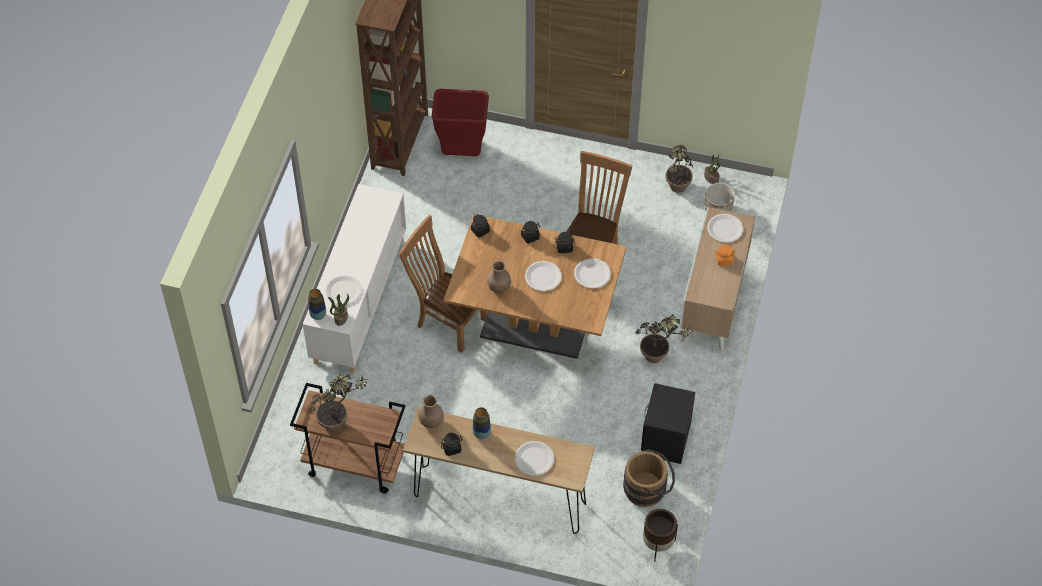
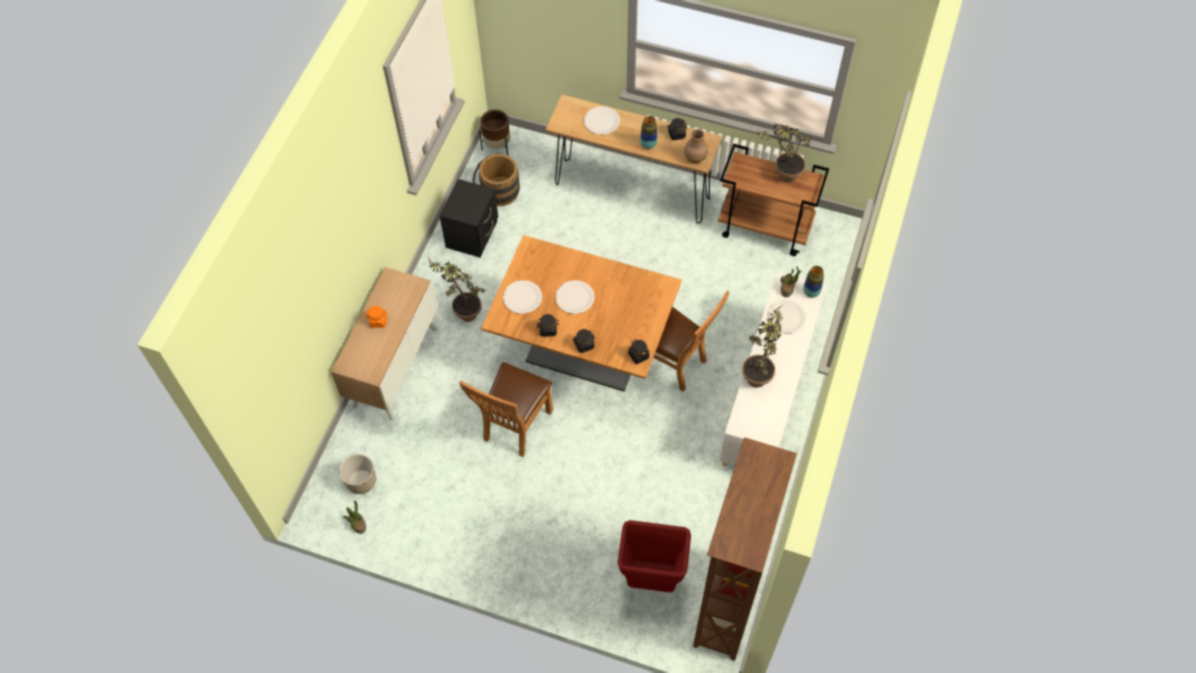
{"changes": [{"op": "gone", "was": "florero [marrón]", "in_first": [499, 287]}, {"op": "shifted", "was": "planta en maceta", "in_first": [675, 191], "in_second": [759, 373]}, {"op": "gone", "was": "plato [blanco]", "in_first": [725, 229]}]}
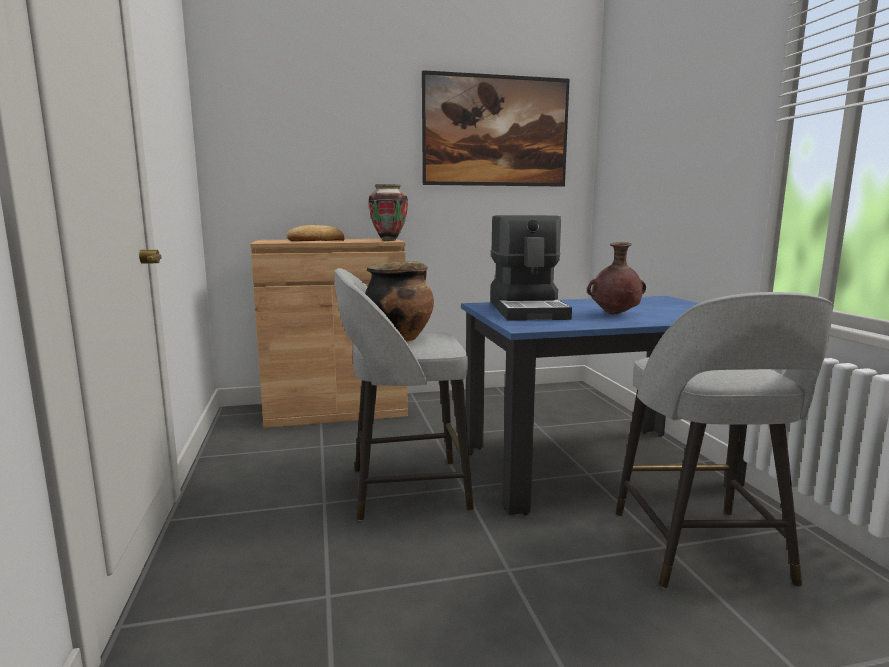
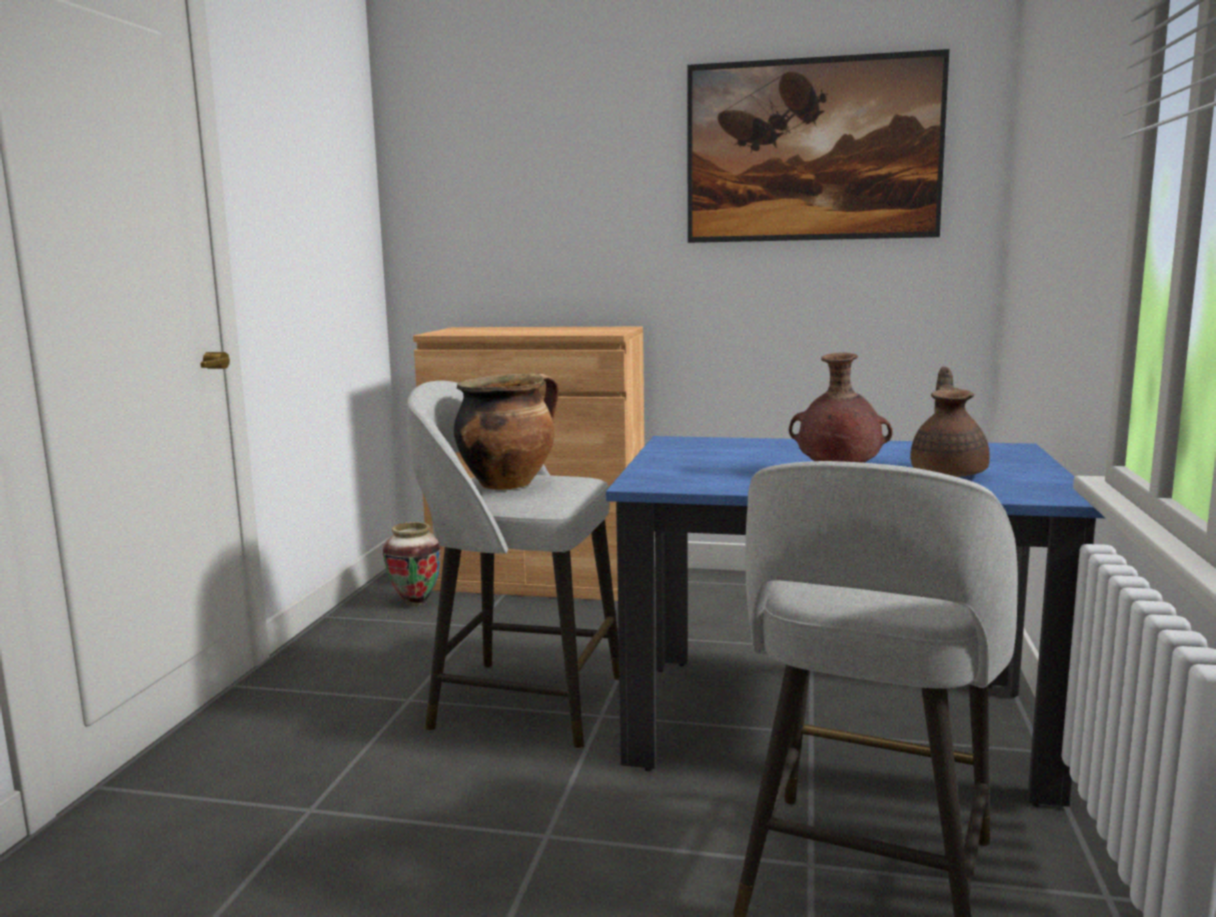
{"changes": [{"op": "gone", "was": "pan", "in_first": [316, 241]}, {"op": "shifted", "was": "florero", "in_first": [389, 240], "in_second": [416, 603]}, {"op": "gone", "was": "cafetera", "in_first": [528, 310]}, {"op": "new", "now": "tetera [marrón]", "in_second": [948, 473]}]}
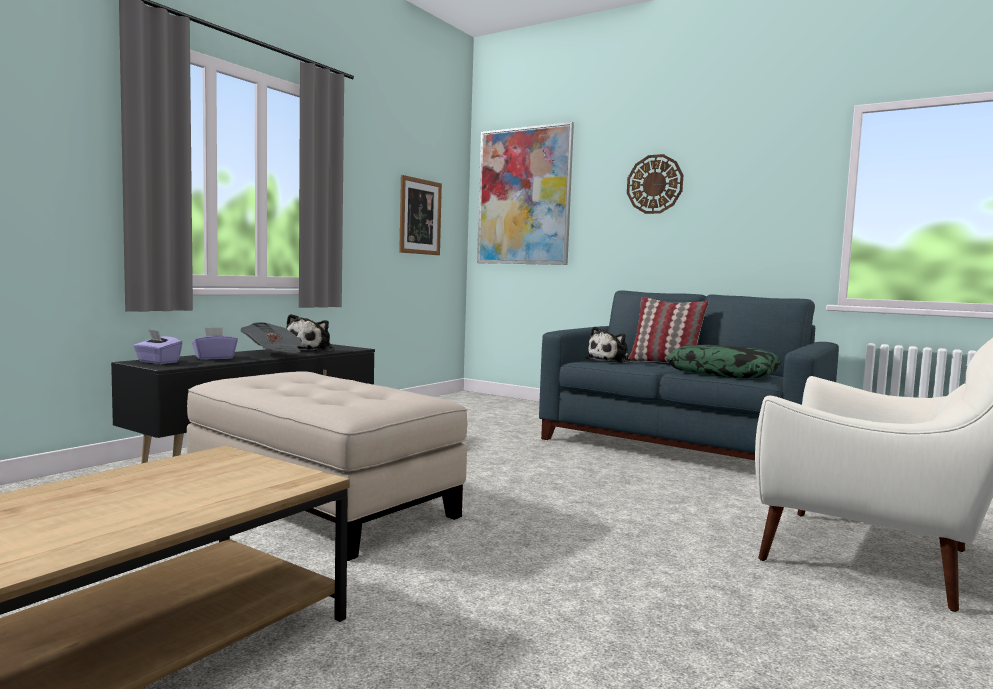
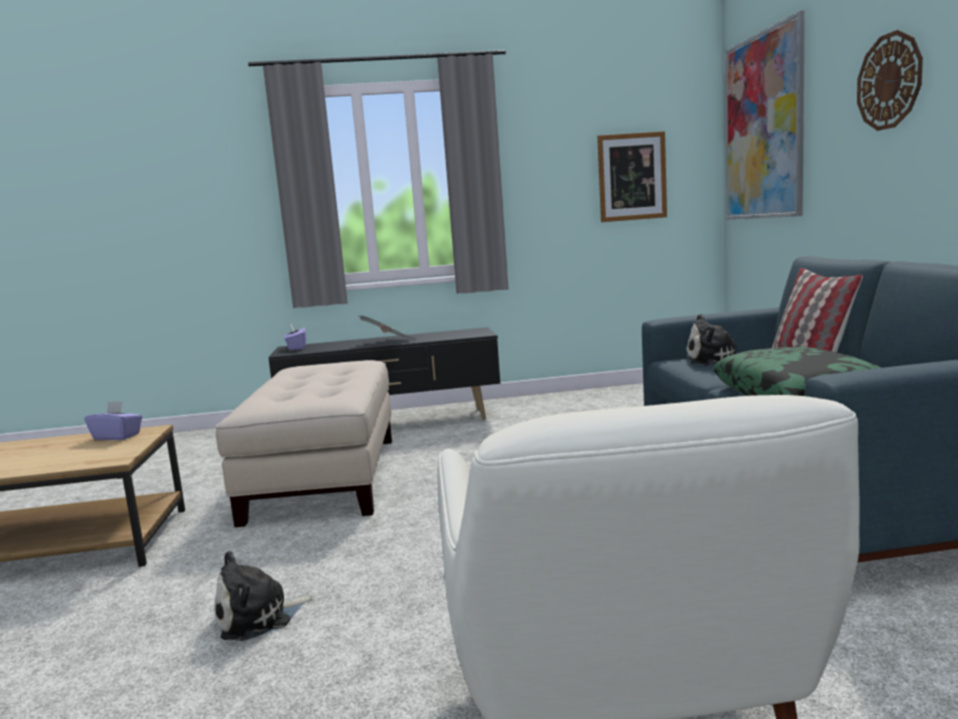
{"changes": [{"op": "shifted", "was": "caja de pañuelos [morado]", "in_first": [214, 358], "in_second": [117, 436]}, {"op": "shifted", "was": "peluche", "in_first": [311, 350], "in_second": [259, 617]}]}
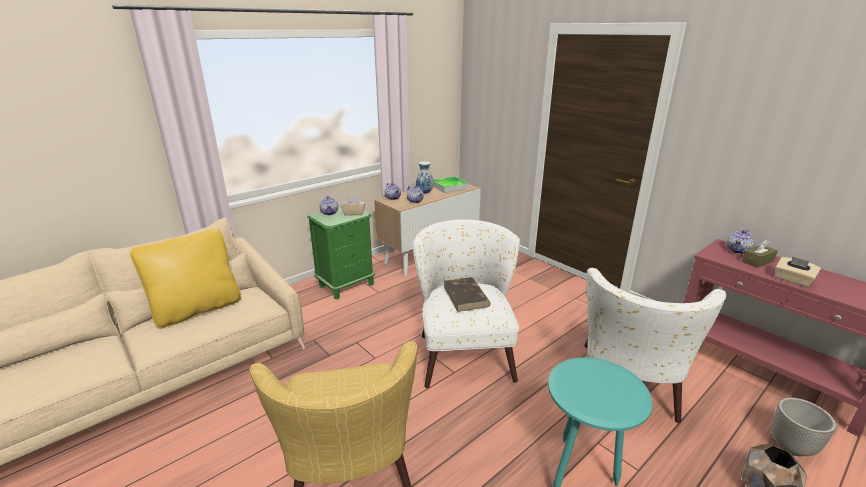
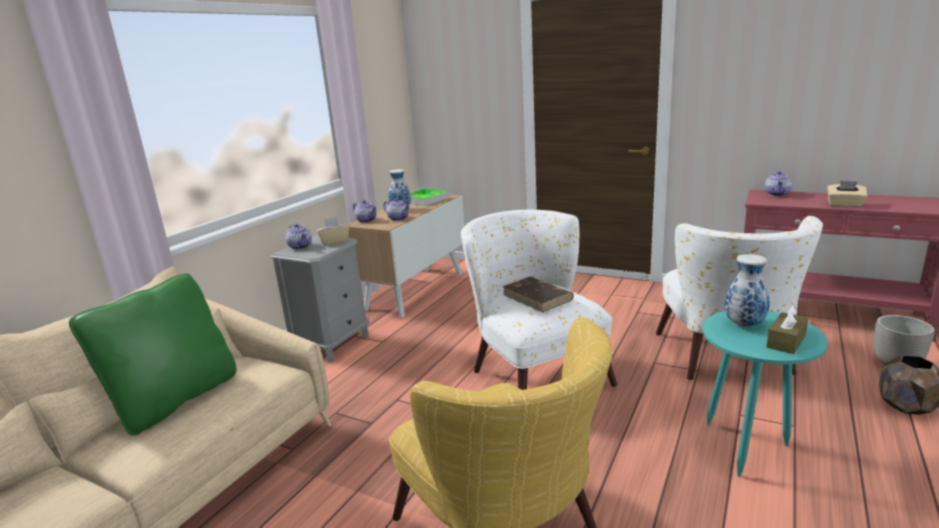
{"changes": [{"op": "repainted", "was": "cojín [amarillo]", "now": "cojín [verde]", "in_first": [197, 309], "in_second": [176, 399]}, {"op": "repainted", "was": "mesita de noche [verde]", "now": "mesita de noche [gris]", "in_first": [346, 285], "in_second": [332, 344]}, {"op": "shifted", "was": "caja de pañuelos [marrón]", "in_first": [757, 261], "in_second": [786, 341]}, {"op": "new", "now": "florero", "in_second": [743, 324]}]}
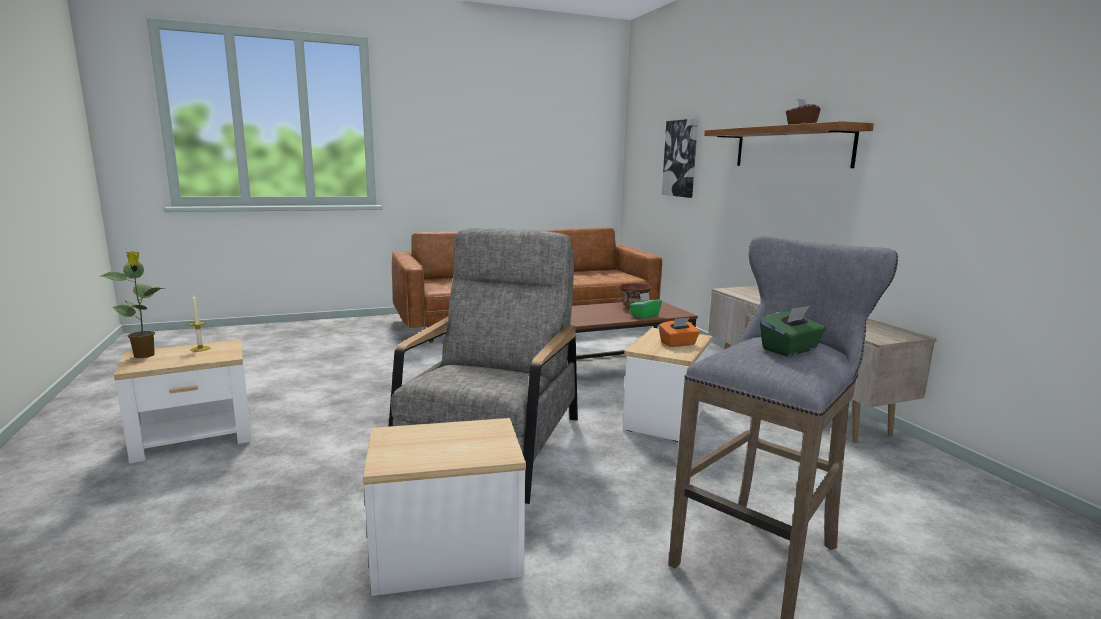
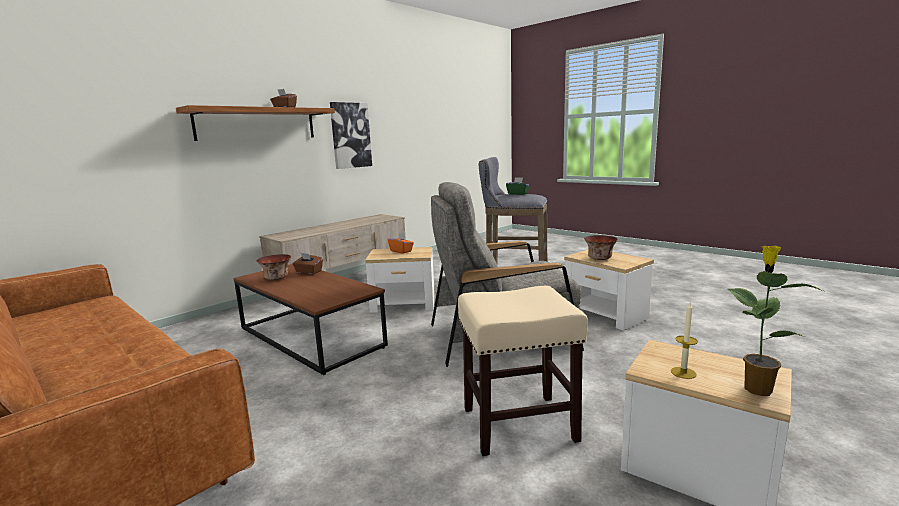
{"changes": [{"op": "repainted", "was": "caja de pañuelos [verde]", "now": "caja de pañuelos [marrón]", "in_first": [644, 315], "in_second": [308, 272]}, {"op": "shifted", "was": "cuadro", "in_first": [681, 158], "in_second": [350, 135]}, {"op": "new", "now": "taburete [beis]", "in_second": [517, 424]}, {"op": "new", "now": "cuenco", "in_second": [600, 259]}]}
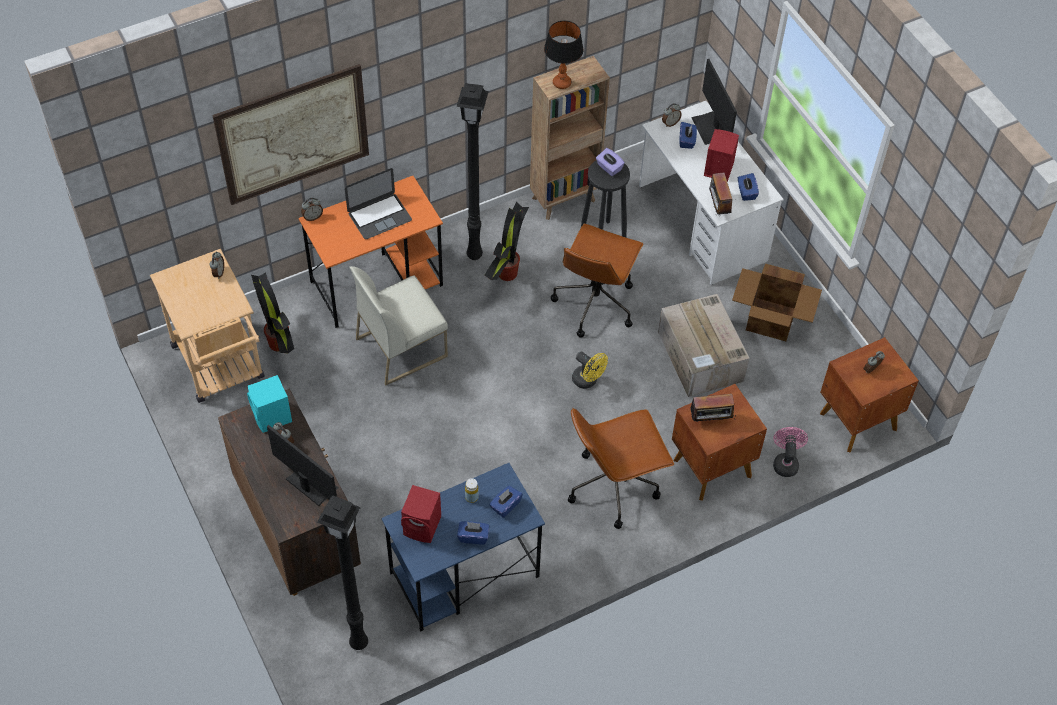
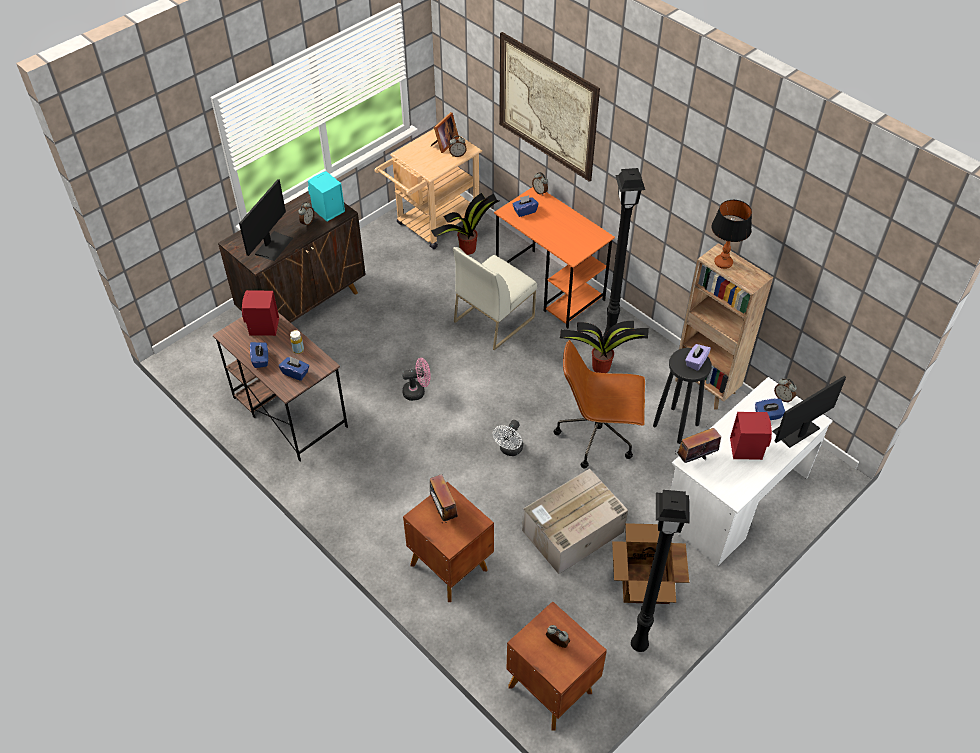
{"changes": [{"op": "shifted", "was": "lámpara de pie [negro]", "in_first": [360, 642], "in_second": [640, 646]}, {"op": "gone", "was": "portátil", "in_first": [379, 216]}, {"op": "rotated", "was": "silla [blanco]", "in_first": [401, 347], "in_second": [494, 319], "clockwise": -90}, {"op": "repainted", "was": "escritorio [azul]", "now": "escritorio [marrón]", "in_first": [463, 575], "in_second": [289, 411]}, {"op": "gone", "was": "silla de oficina [marrón]", "in_first": [614, 486]}, {"op": "repainted", "was": "ventilador [amarillo]", "now": "ventilador [blanco]", "in_first": [588, 381], "in_second": [509, 450]}, {"op": "shifted", "was": "caja de pañuelos [azul]", "in_first": [746, 192], "in_second": [525, 211]}, {"op": "shifted", "was": "ventilador [rosa]", "in_first": [785, 462], "in_second": [417, 391]}, {"op": "new", "now": "portarretratos", "in_second": [444, 144]}]}
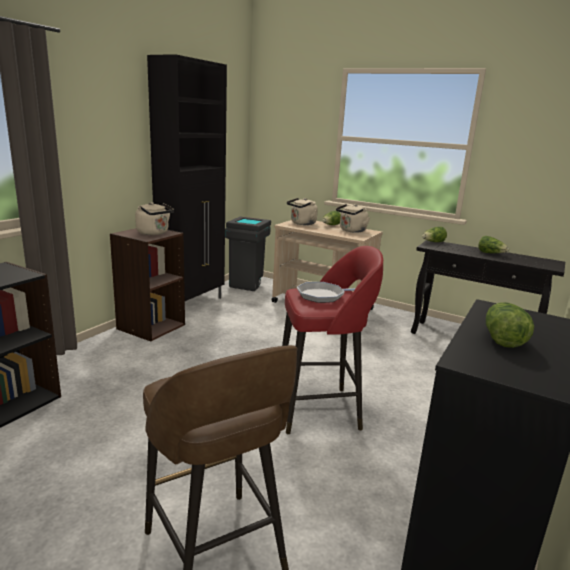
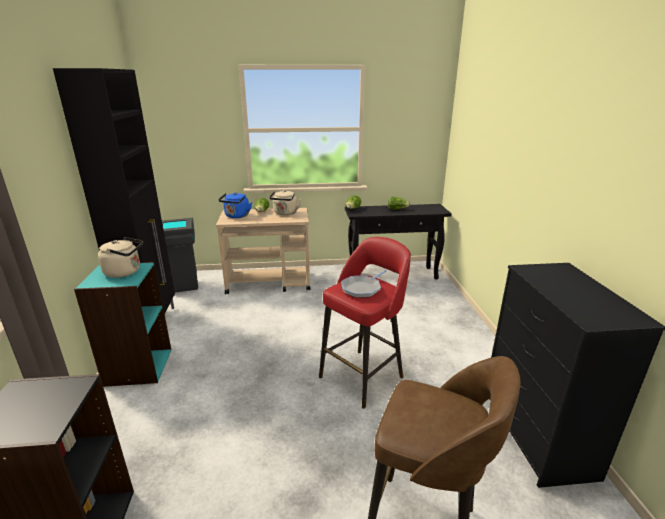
{"changes": [{"op": "repainted", "was": "estantería [marrón]", "now": "estantería [turquesa]", "in_first": [150, 326], "in_second": [138, 367]}, {"op": "repainted", "was": "hervidor [beis]", "now": "hervidor [azul]", "in_first": [302, 223], "in_second": [236, 216]}, {"op": "gone", "was": "lechuga", "in_first": [502, 338]}]}
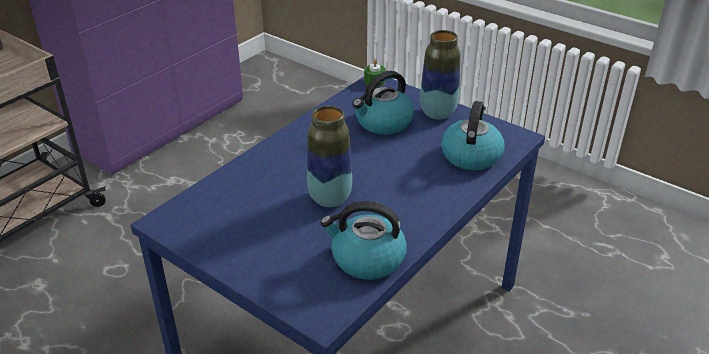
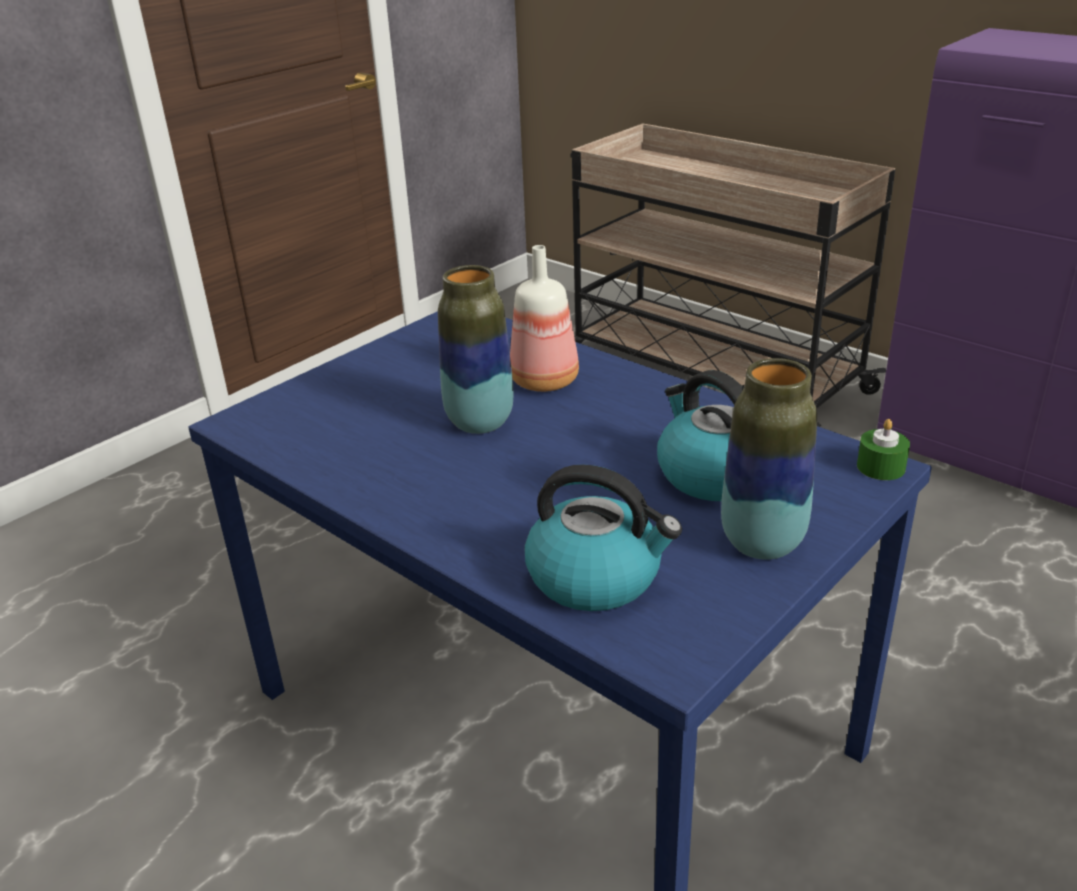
{"changes": [{"op": "gone", "was": "hervidor", "in_first": [366, 259]}, {"op": "new", "now": "botella", "in_second": [544, 380]}]}
